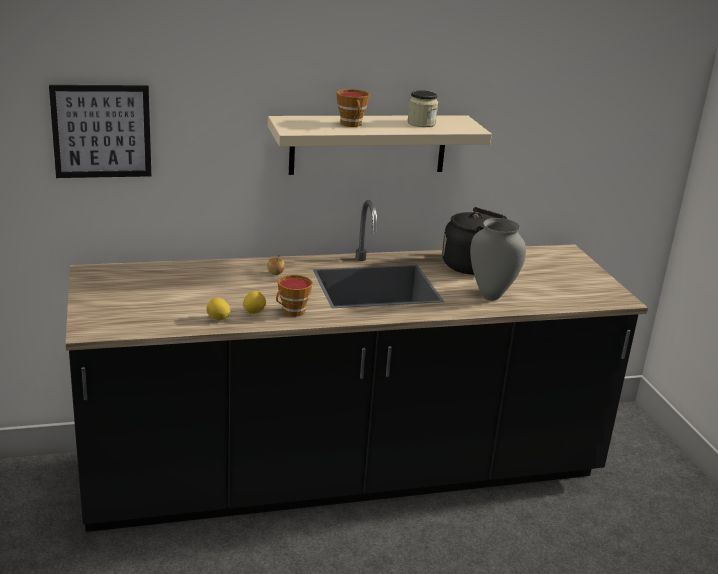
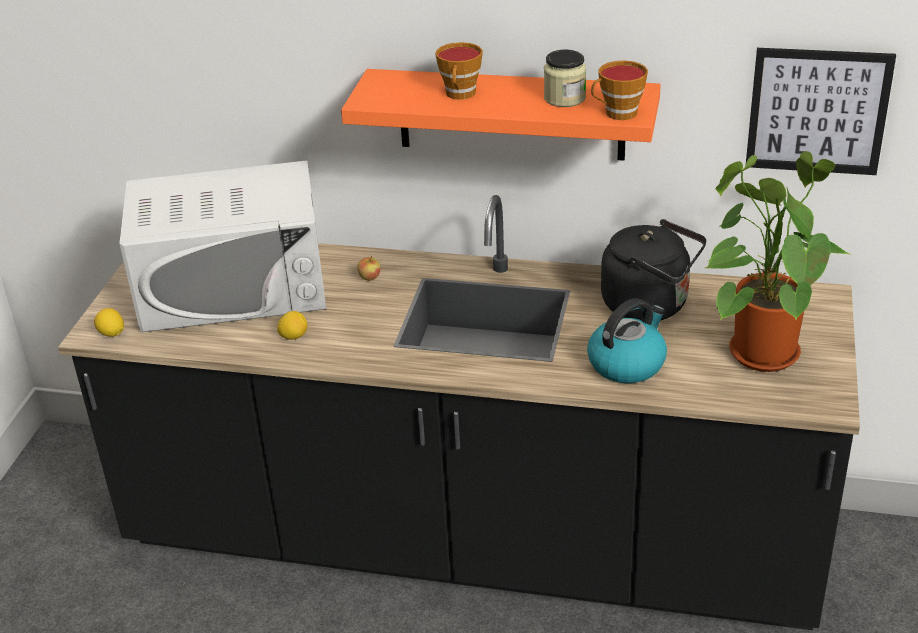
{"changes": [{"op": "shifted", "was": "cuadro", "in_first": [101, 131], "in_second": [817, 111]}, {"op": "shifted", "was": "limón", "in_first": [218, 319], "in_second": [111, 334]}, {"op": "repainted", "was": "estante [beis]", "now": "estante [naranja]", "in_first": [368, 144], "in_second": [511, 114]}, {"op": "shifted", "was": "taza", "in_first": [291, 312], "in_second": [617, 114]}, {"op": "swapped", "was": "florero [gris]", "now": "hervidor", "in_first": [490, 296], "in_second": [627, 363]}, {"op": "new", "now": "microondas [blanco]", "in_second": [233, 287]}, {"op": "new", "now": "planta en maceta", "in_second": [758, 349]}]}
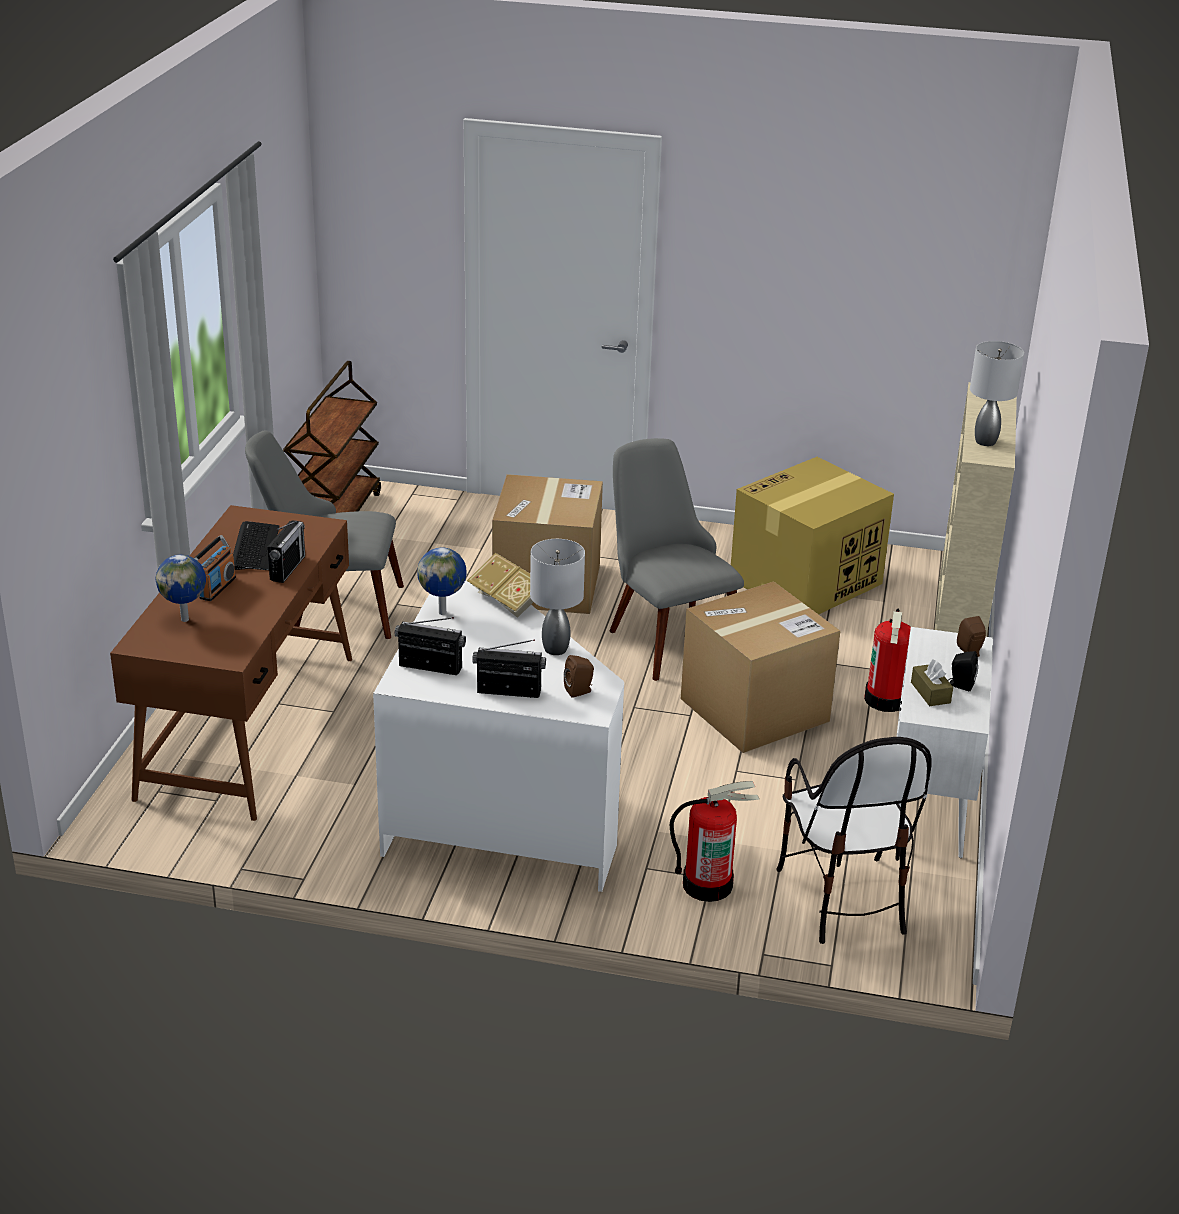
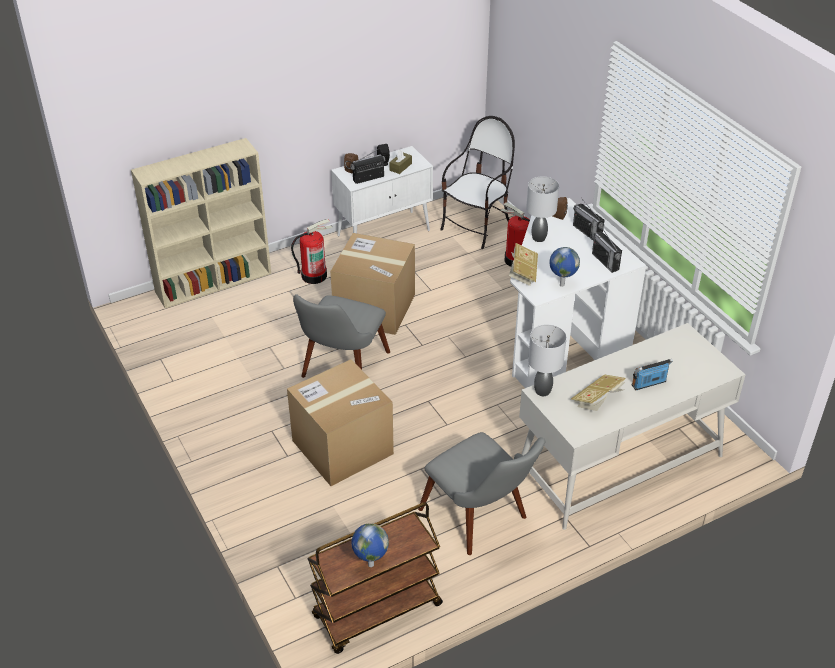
{"changes": [{"op": "repainted", "was": "escritorio [marrón]", "now": "escritorio [blanco]", "in_first": [249, 725], "in_second": [619, 463]}, {"op": "shifted", "was": "globo terráqueo", "in_first": [186, 619], "in_second": [370, 564]}, {"op": "swapped", "was": "teclado", "now": "libro", "in_first": [254, 548], "in_second": [598, 401]}, {"op": "shifted", "was": "radio", "in_first": [287, 568], "in_second": [368, 178]}, {"op": "gone", "was": "caja de cartón", "in_first": [805, 582]}, {"op": "shifted", "was": "lámpara de mesa [gris]", "in_first": [986, 441], "in_second": [542, 391]}]}
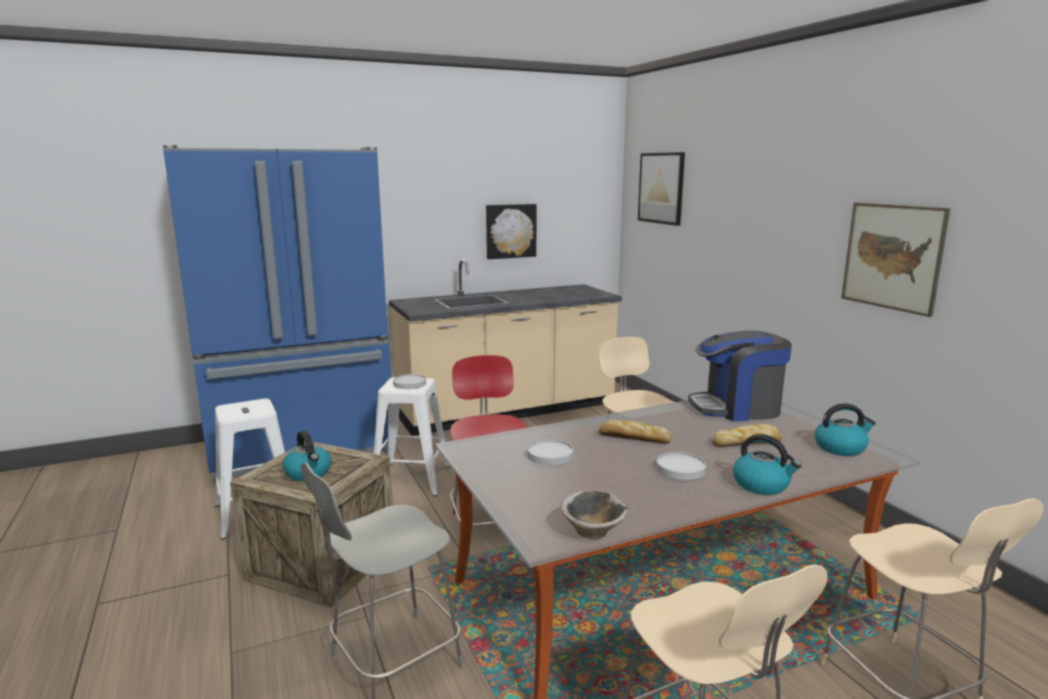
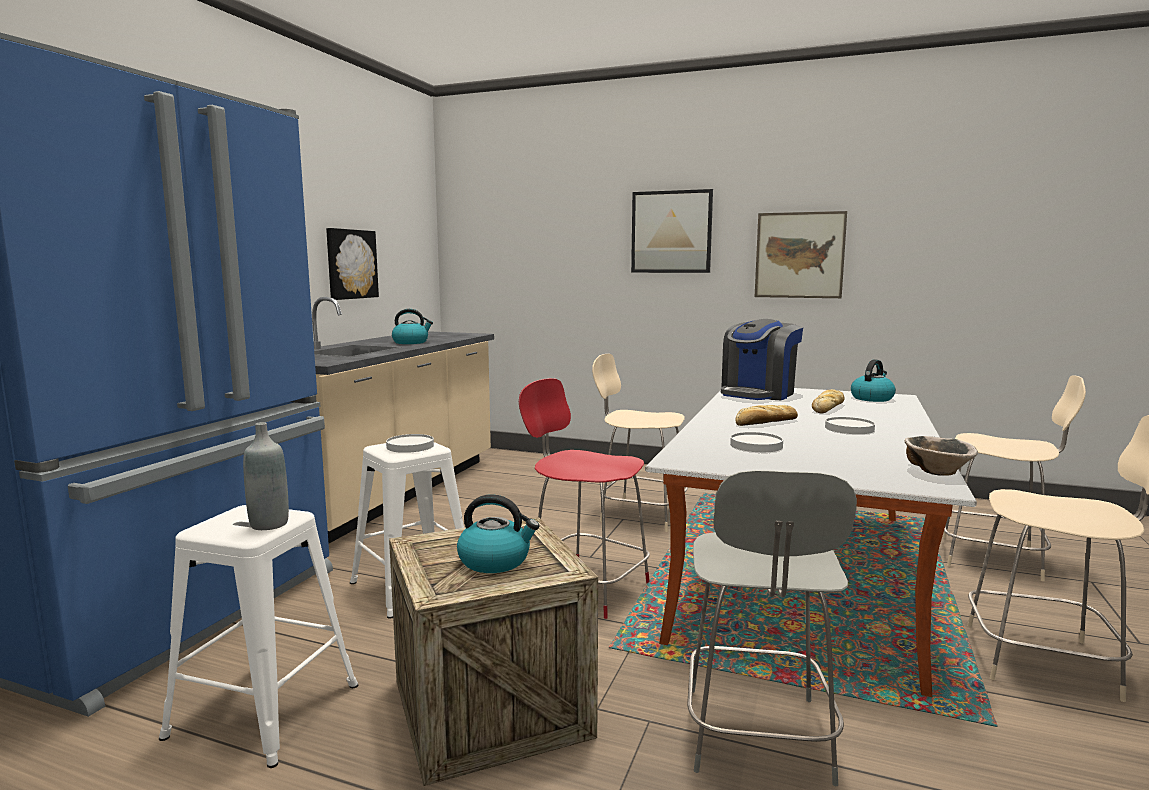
{"changes": [{"op": "shifted", "was": "cuadro", "in_first": [661, 188], "in_second": [671, 232]}, {"op": "shifted", "was": "hervidor", "in_first": [762, 485], "in_second": [411, 342]}, {"op": "new", "now": "botella [gris]", "in_second": [269, 524]}]}
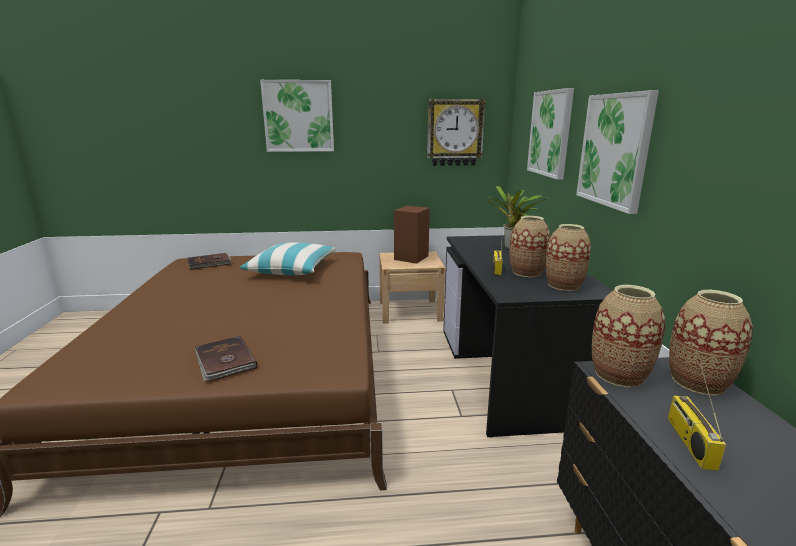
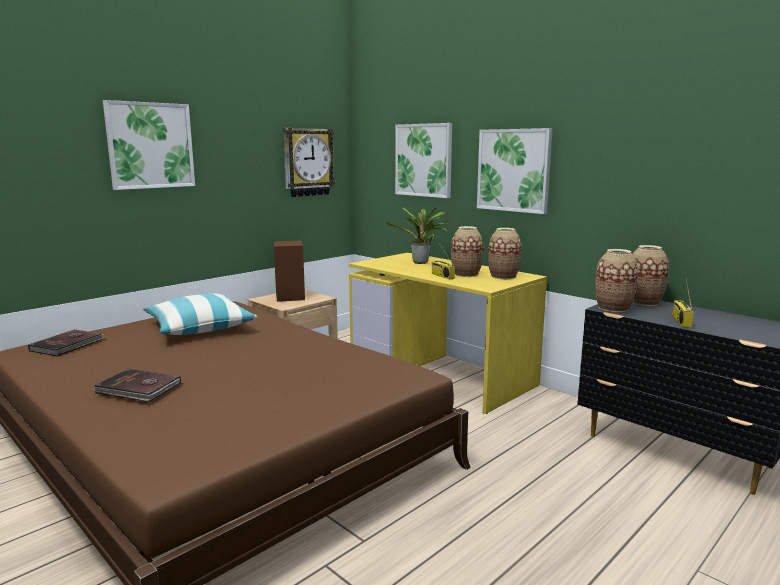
{"changes": [{"op": "shifted", "was": "libro [marrón]", "in_first": [224, 361], "in_second": [138, 389]}, {"op": "repainted", "was": "escritorio [negro]", "now": "escritorio [amarillo]", "in_first": [509, 372], "in_second": [442, 374]}, {"op": "rotated", "was": "radio", "in_first": [688, 441], "in_second": [680, 321], "clockwise": 45}]}
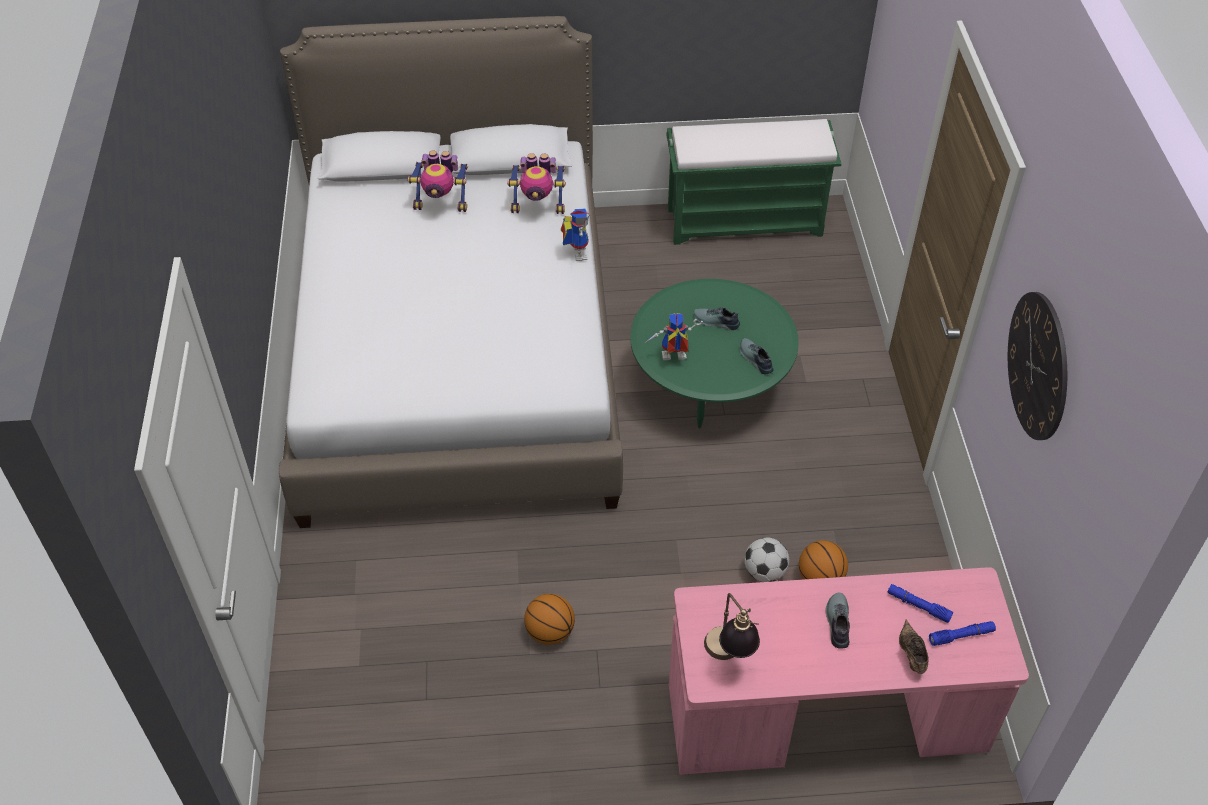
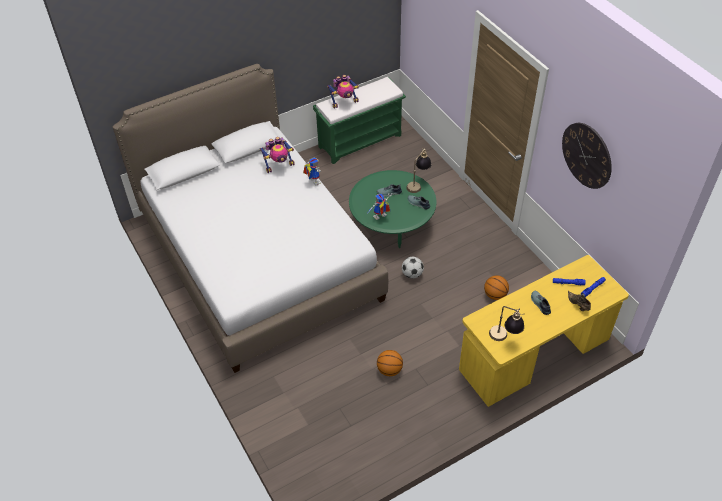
{"changes": [{"op": "shifted", "was": "robot de juguete", "in_first": [441, 204], "in_second": [344, 102]}, {"op": "repainted", "was": "escritorio [rosa]", "now": "escritorio [amarillo]", "in_first": [825, 720], "in_second": [534, 356]}, {"op": "shifted", "was": "balón de fútbol", "in_first": [764, 572], "in_second": [412, 274]}, {"op": "new", "now": "lámpara de mesa", "in_second": [418, 184]}]}
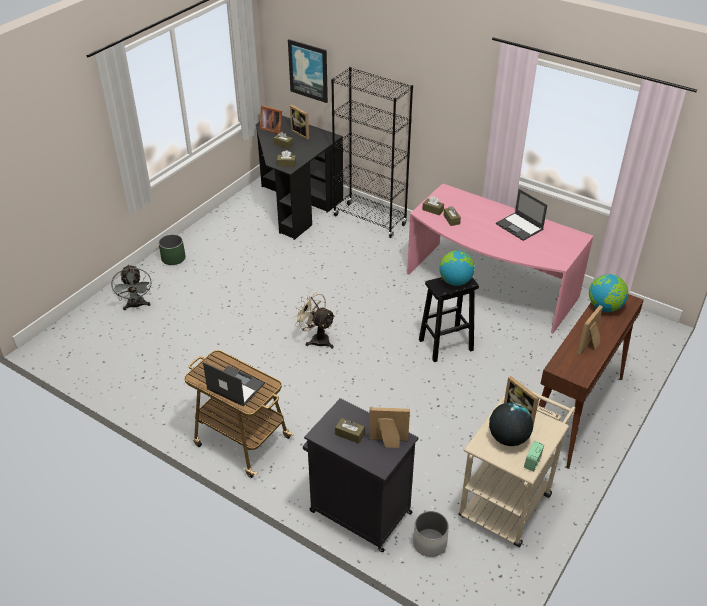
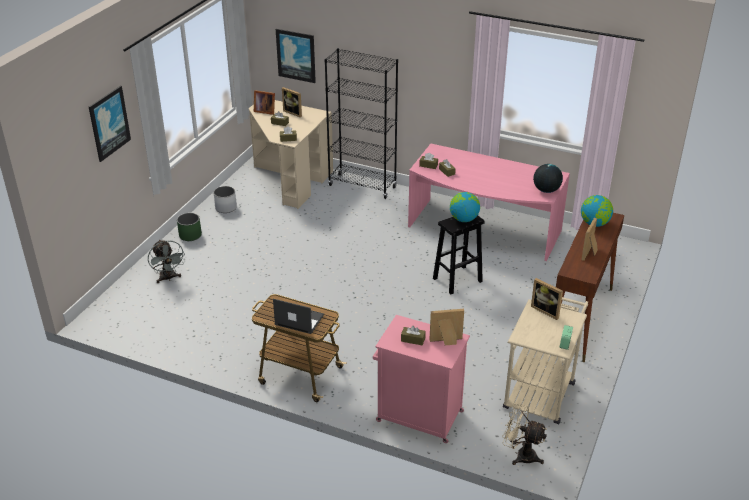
{"changes": [{"op": "repainted", "was": "escritorio [negro]", "now": "escritorio [beis]", "in_first": [294, 204], "in_second": [289, 179]}, {"op": "shifted", "was": "ventilador [beis]", "in_first": [316, 339], "in_second": [521, 455]}, {"op": "repainted", "was": "armario [negro]", "now": "armario [rosa]", "in_first": [358, 511], "in_second": [418, 416]}, {"op": "shifted", "was": "maceta [blanco]", "in_first": [429, 542], "in_second": [226, 208]}, {"op": "shifted", "was": "globo terráqueo", "in_first": [508, 438], "in_second": [546, 190]}, {"op": "gone", "was": "portátil", "in_first": [520, 227]}, {"op": "new", "now": "cuadro", "in_second": [109, 123]}]}
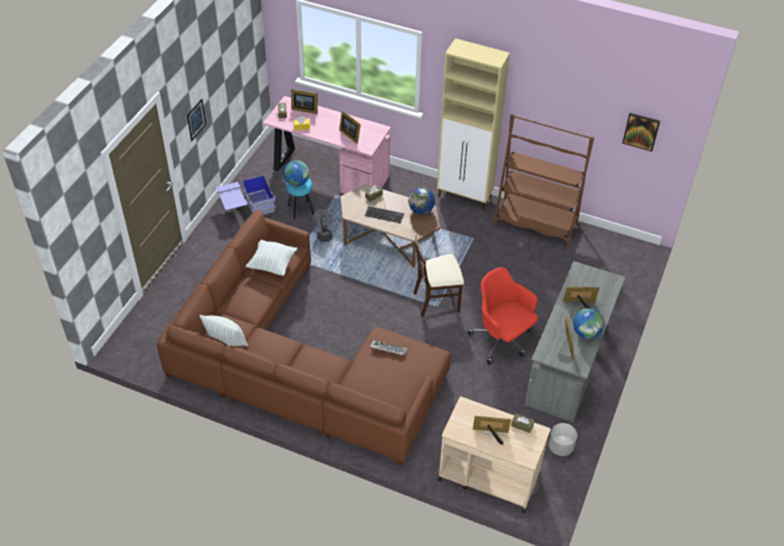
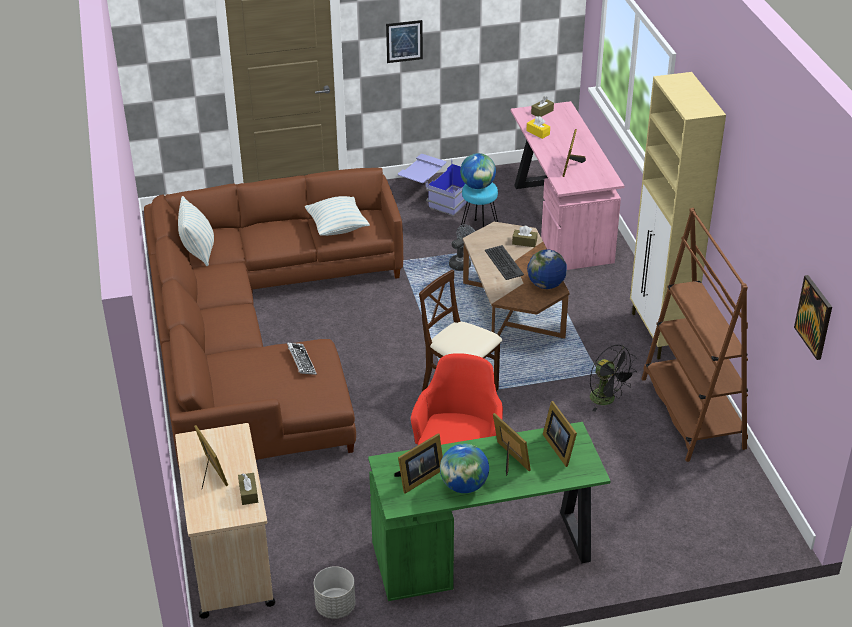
{"changes": [{"op": "shifted", "was": "portarretratos", "in_first": [304, 109], "in_second": [560, 447]}, {"op": "repainted", "was": "escritorio [gris]", "now": "escritorio [verde]", "in_first": [569, 363], "in_second": [485, 553]}, {"op": "new", "now": "ventilador [negro]", "in_second": [607, 400]}]}
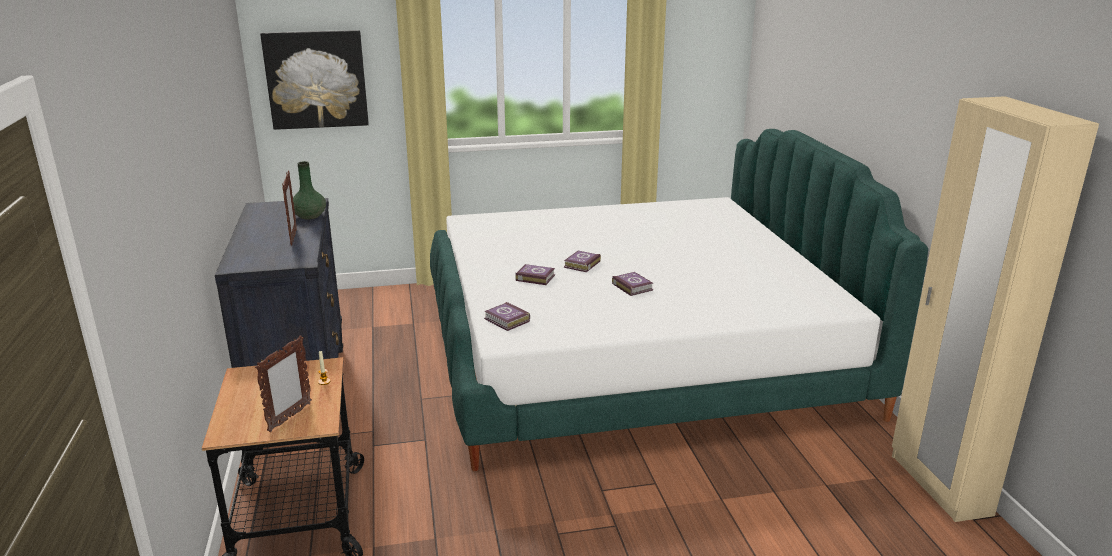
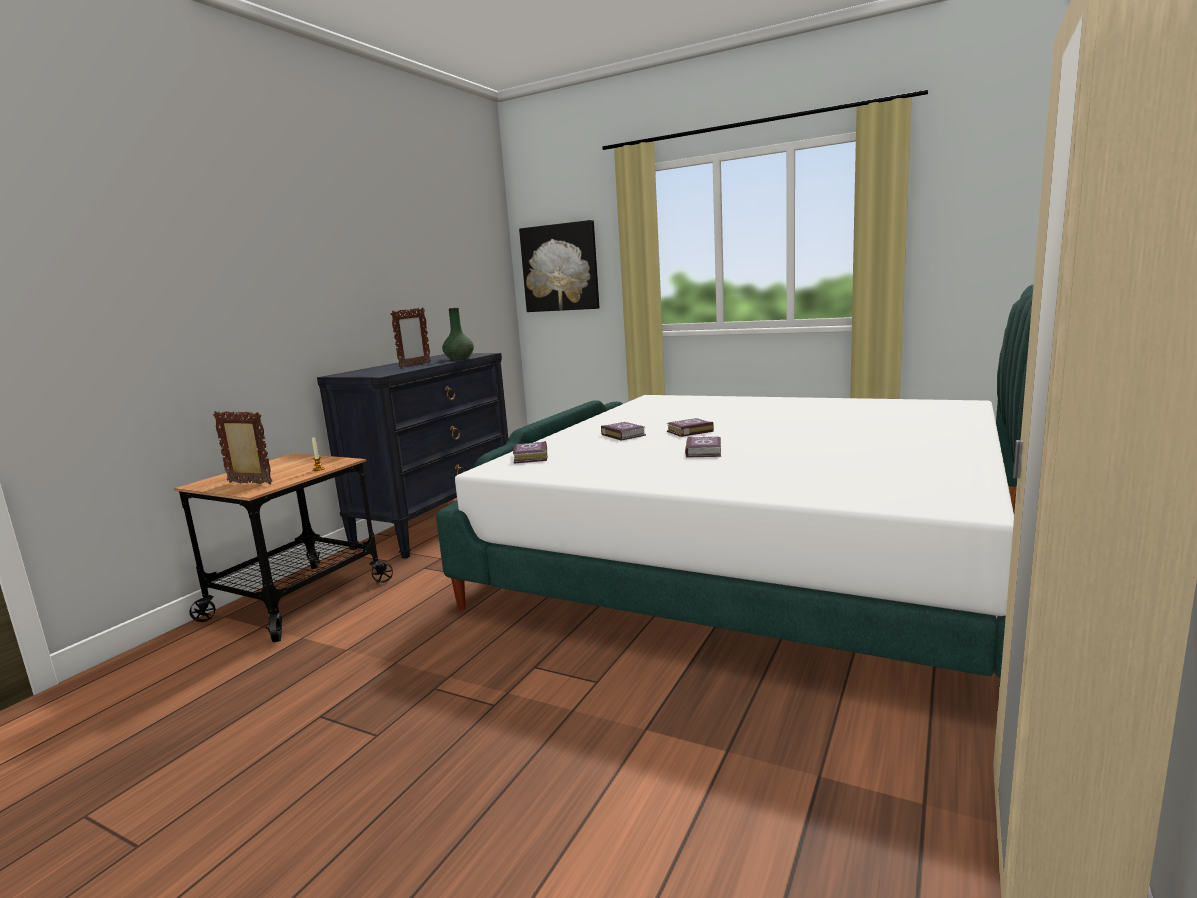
{"changes": [{"op": "rotated", "was": "portarretratos", "in_first": [289, 417], "in_second": [250, 483], "clockwise": -135}]}
